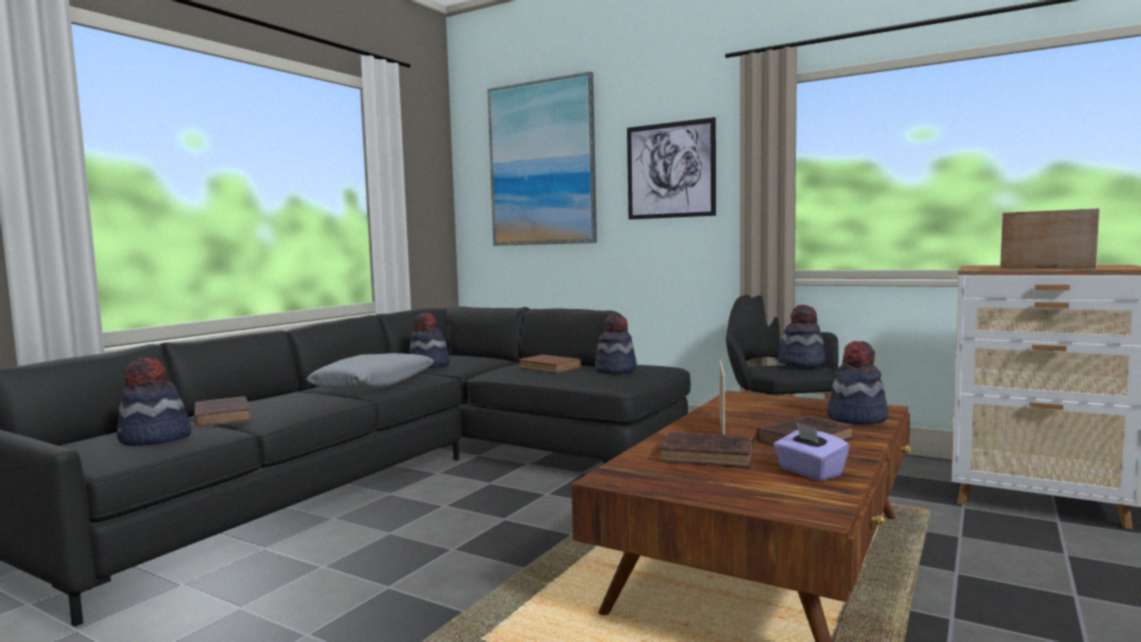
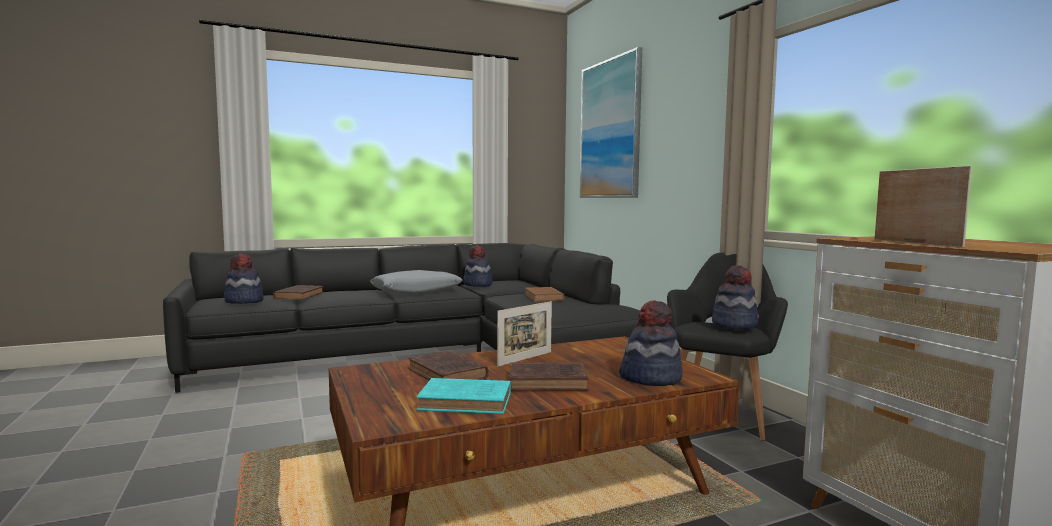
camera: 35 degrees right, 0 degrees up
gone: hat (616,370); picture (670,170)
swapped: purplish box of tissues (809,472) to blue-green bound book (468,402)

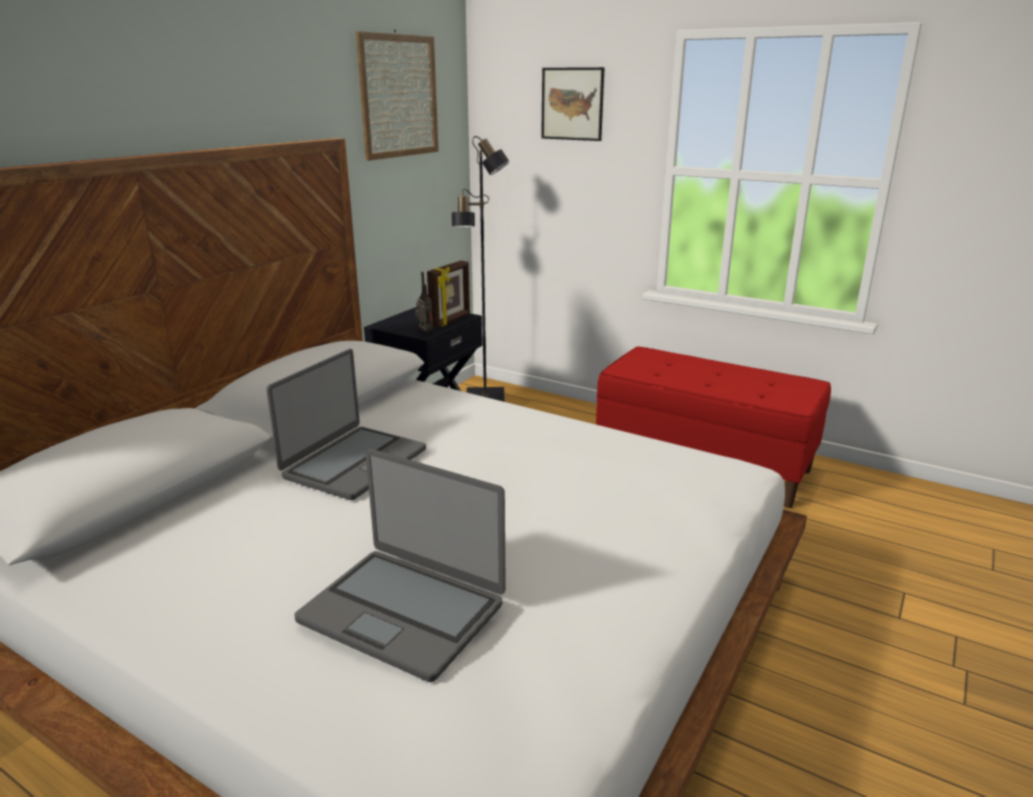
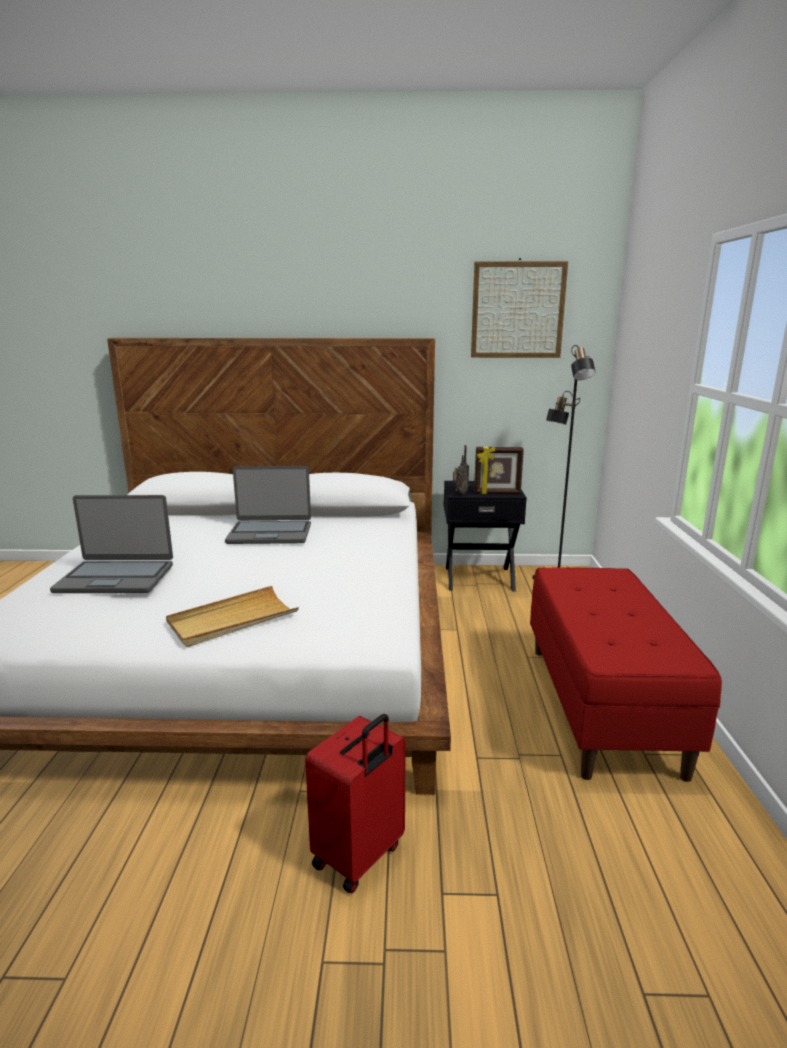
camera: 60 degrees right, 5 degrees down
gone: picture (572,104)
new: sand-coloured serving tray (232,620); red suitcase (359,856)
rotated: portable computer (403,611) = (116,578) 90 degrees counterclockwise

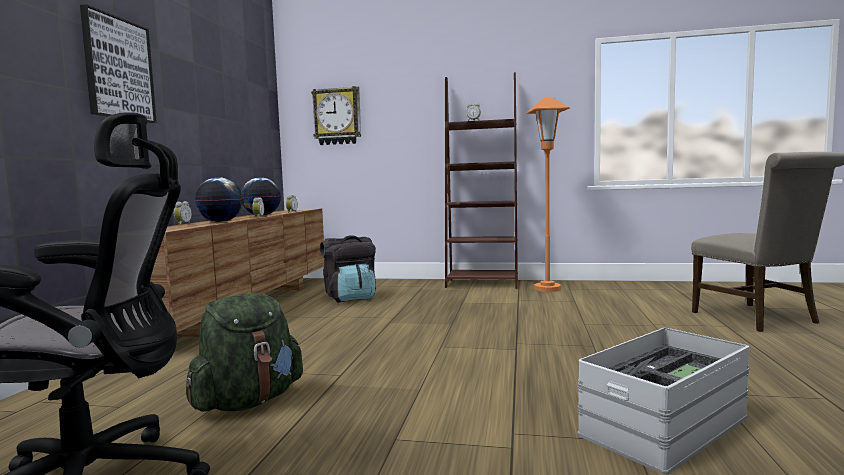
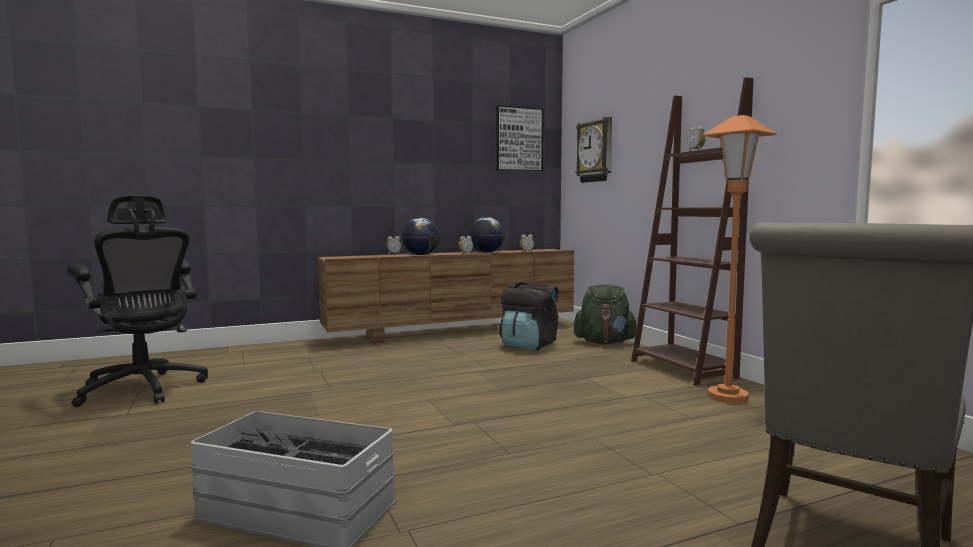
camera: 55 degrees right, 0 degrees up
shifted: picture (118,69) to (519,139); greenish knapsack (248,401) to (604,342)

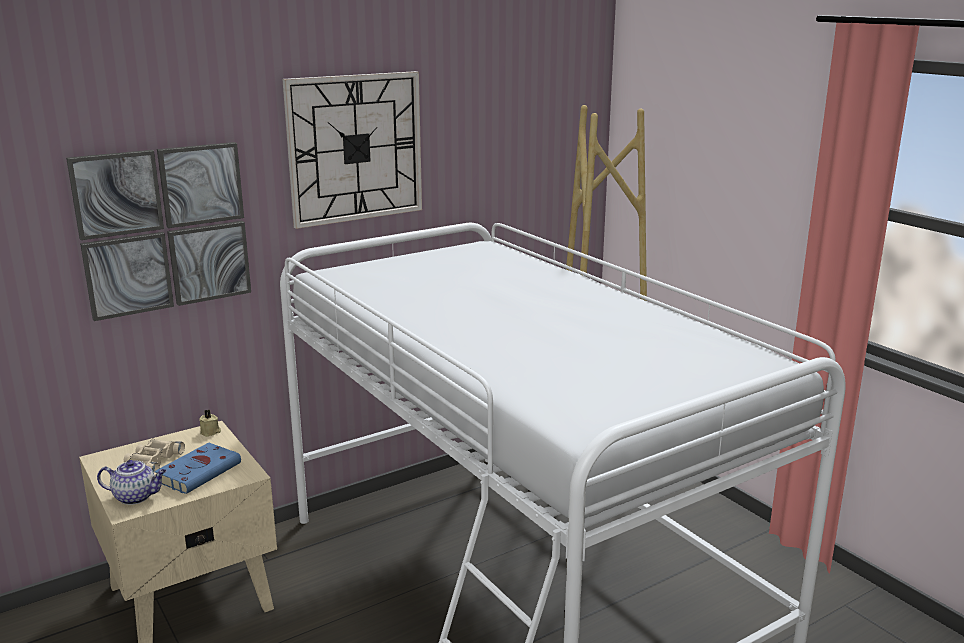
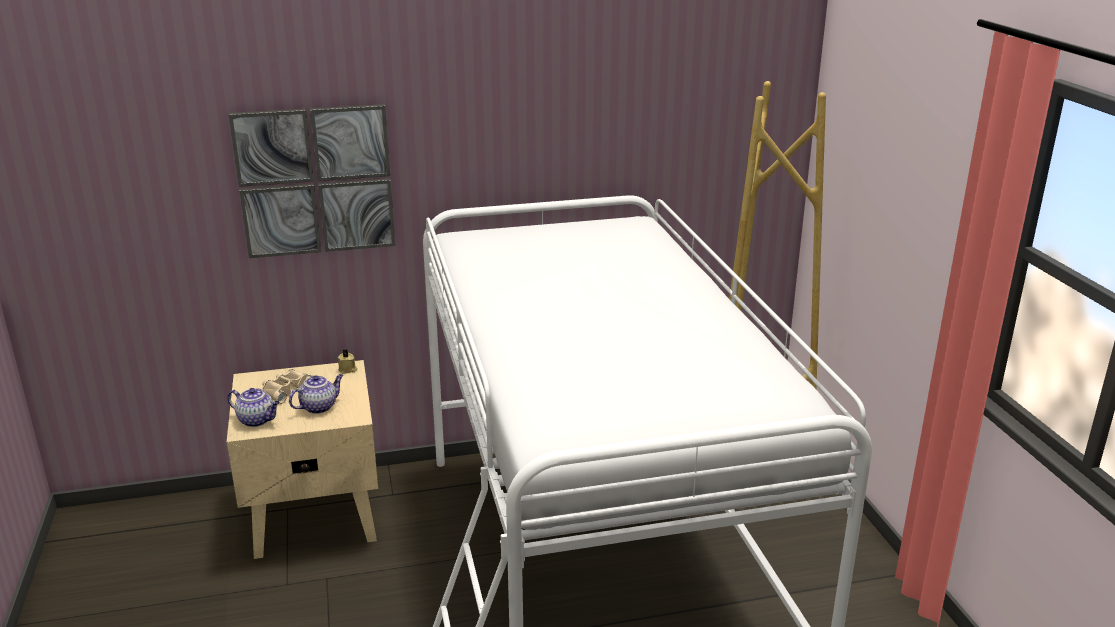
camera: 20 degrees right, 5 degrees up
gone: clock on the wall (355,148)
swapped: bluish bound book (200,471) to pot for tea (319,407)

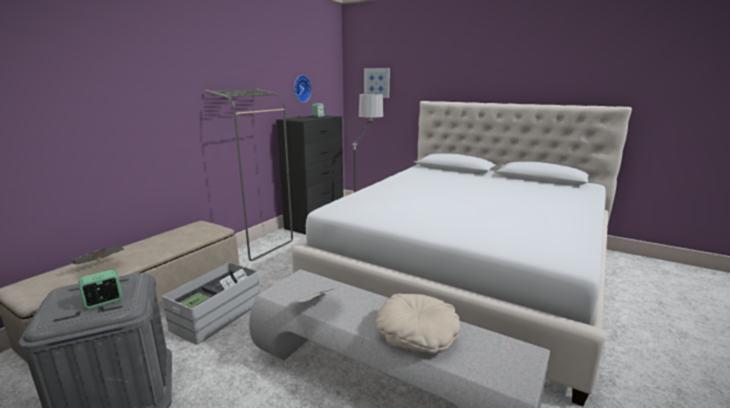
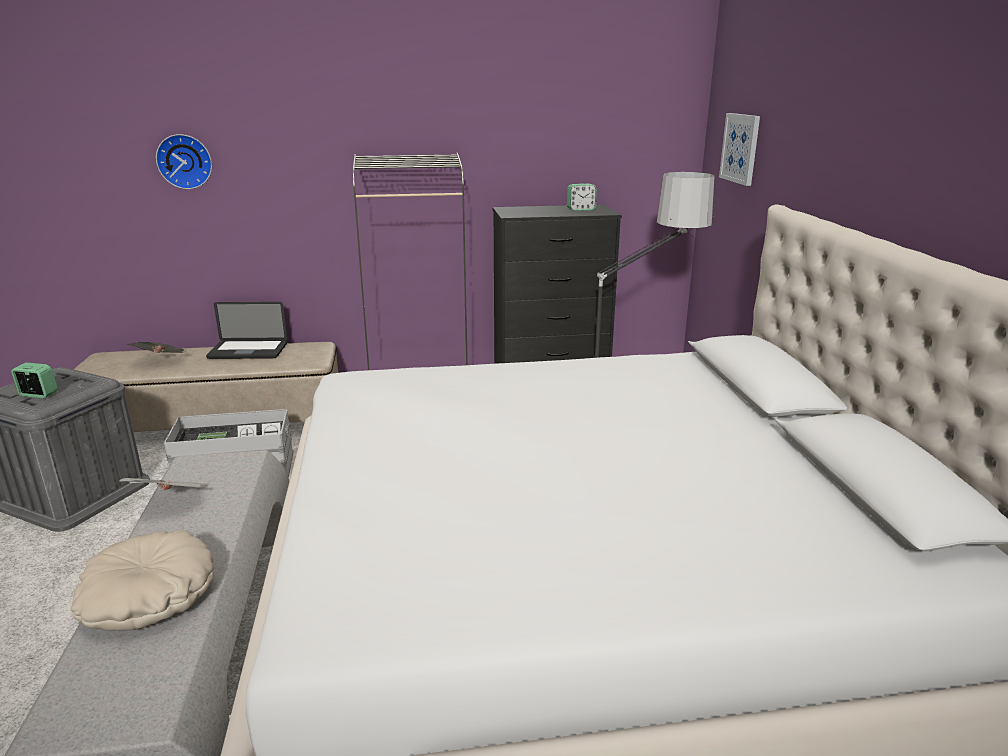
camera: 50 degrees right, 5 degrees up
new: portable computer (248,351)
shifted: clock on the wall (301,88) to (185,161)

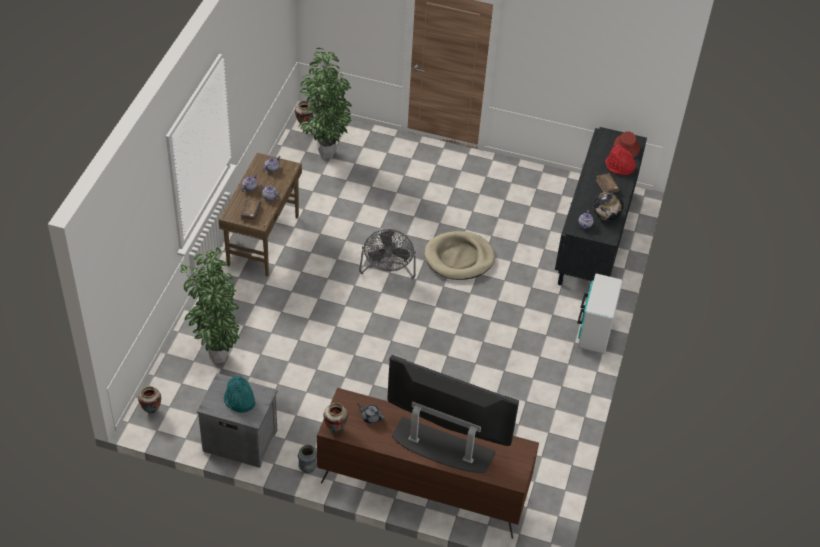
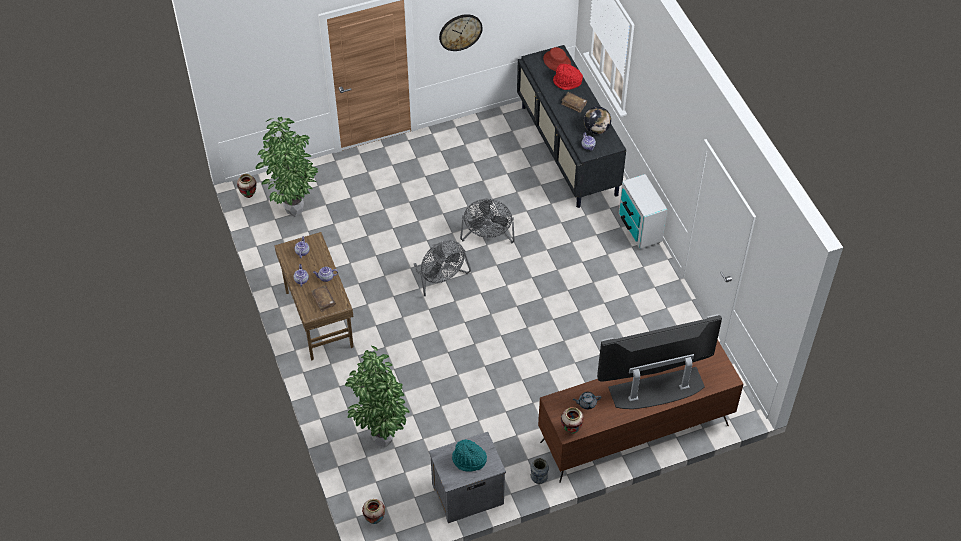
camera: 35 degrees left, 5 degrees up
new: clock on the wall (460,32)
swapped: sand-coloured dog cushion (459,258) to grey fan (486,233)

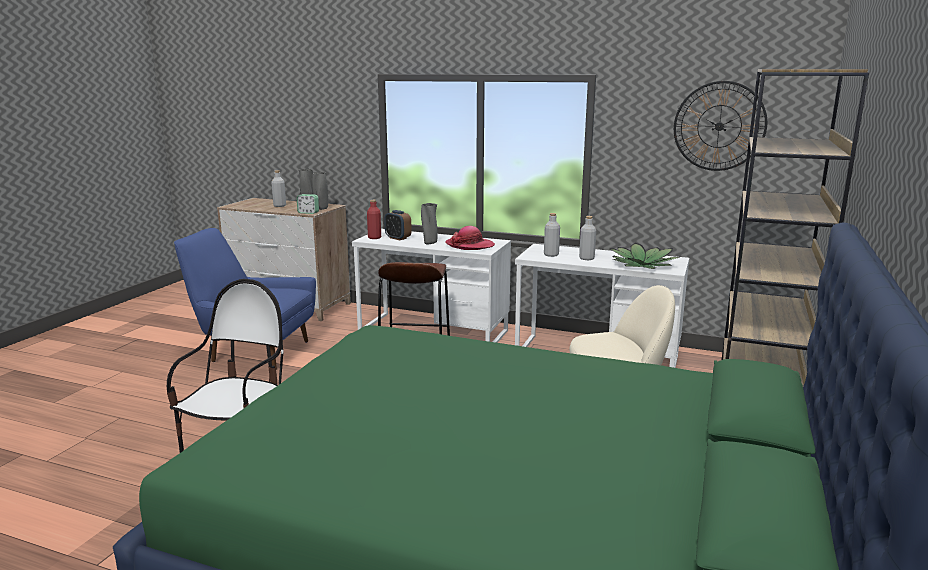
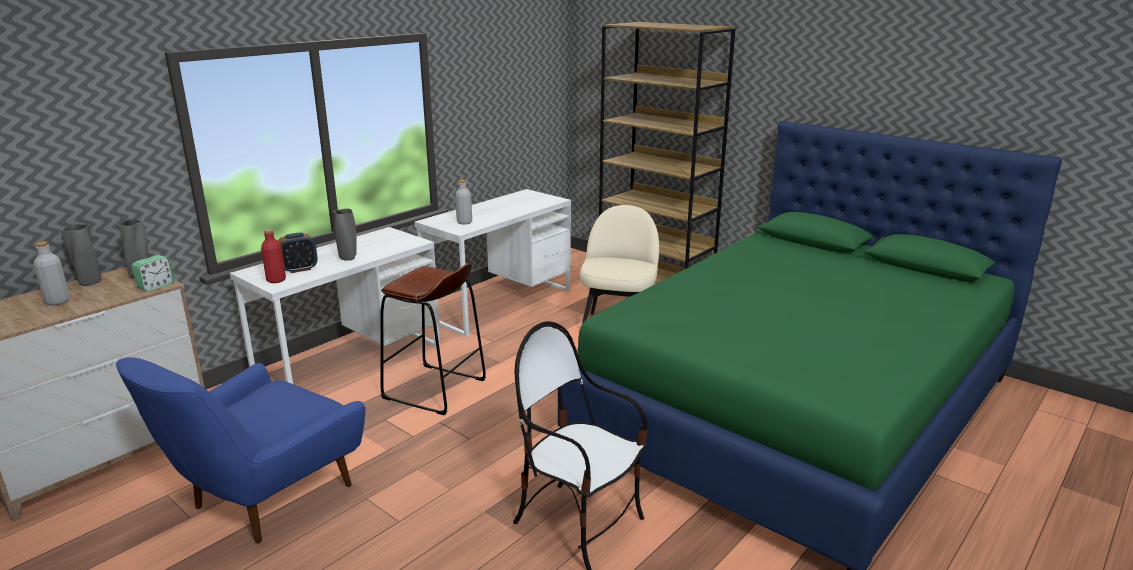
camera: 70 degrees left, 5 degrees up
gone: hat (470,245); grey drink bottle (586,258); houseplant (642,265); clock on the wall (719,126)

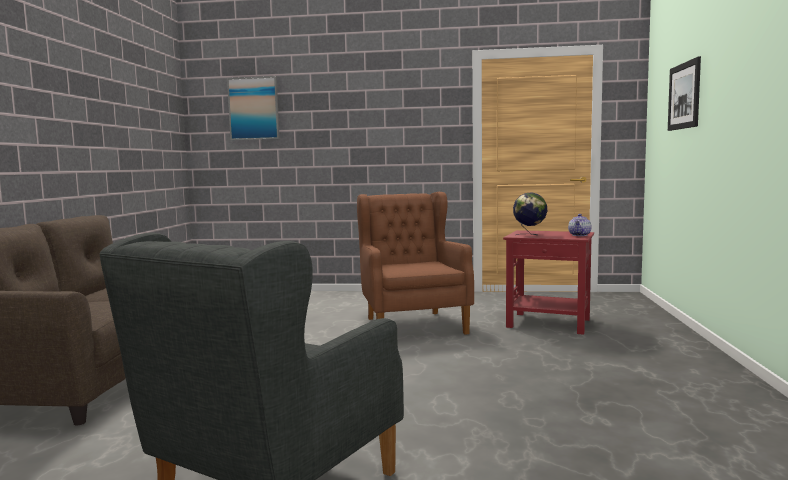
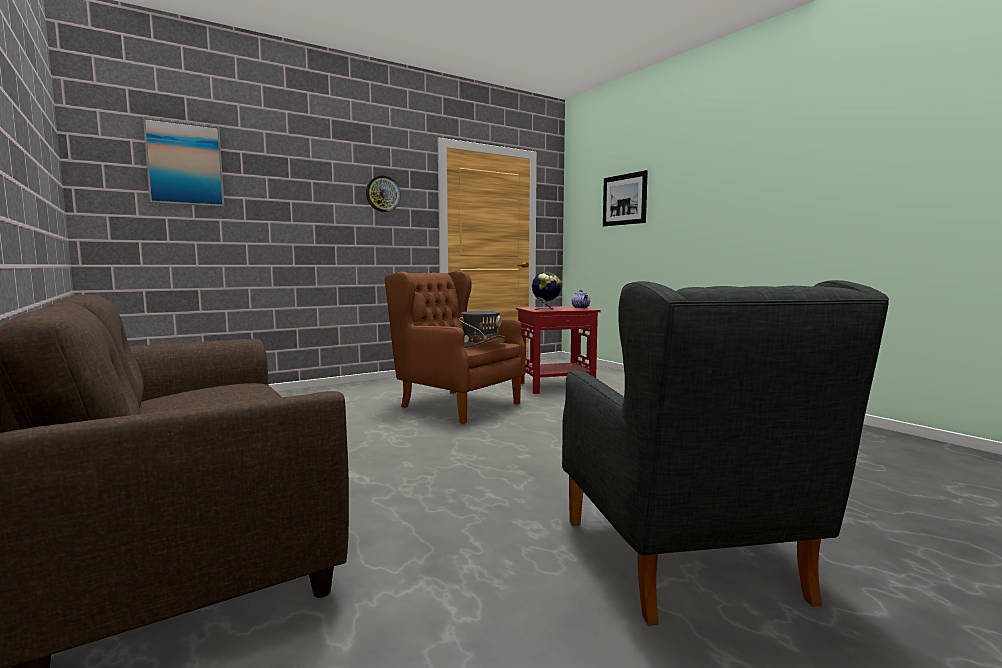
camera: 40 degrees left, 0 degrees up
new: clock on the wall (383,194); grey hat (480,344)

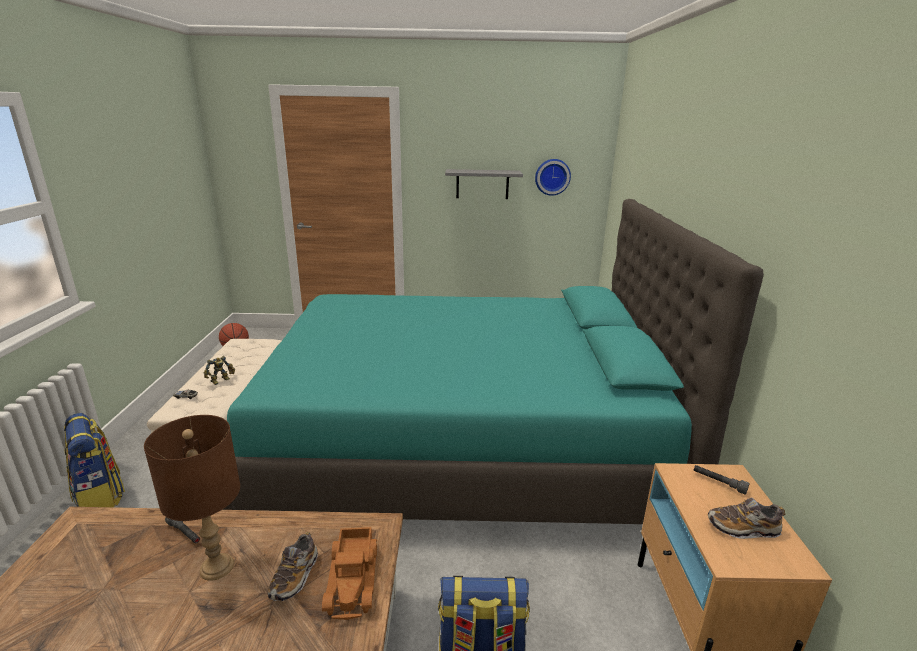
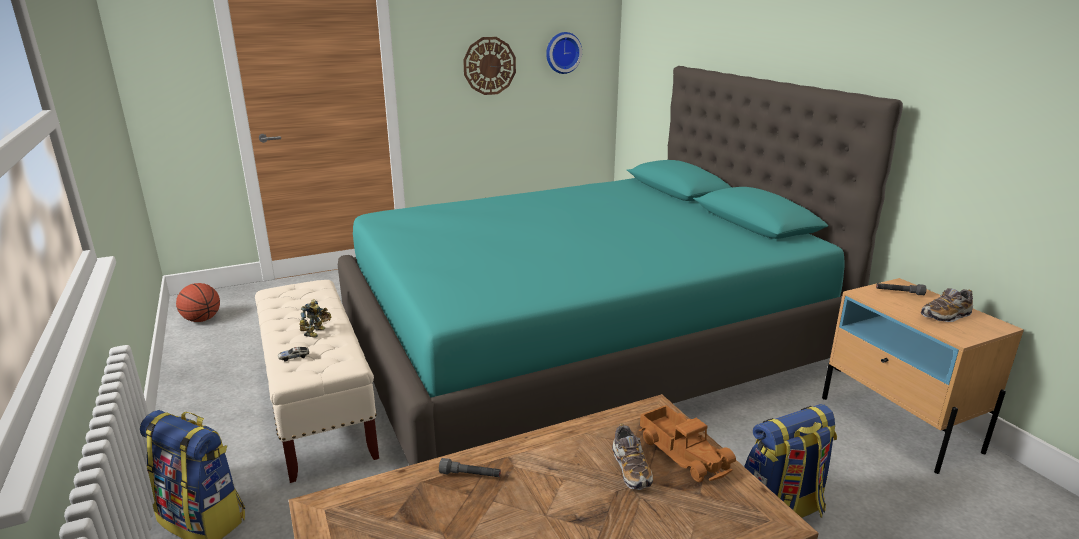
camera: 25 degrees left, 0 degrees up
gone: brown table lamp (217,567)
swapped: grey bracket shelf (482,184) to clock on the wall (489,66)

